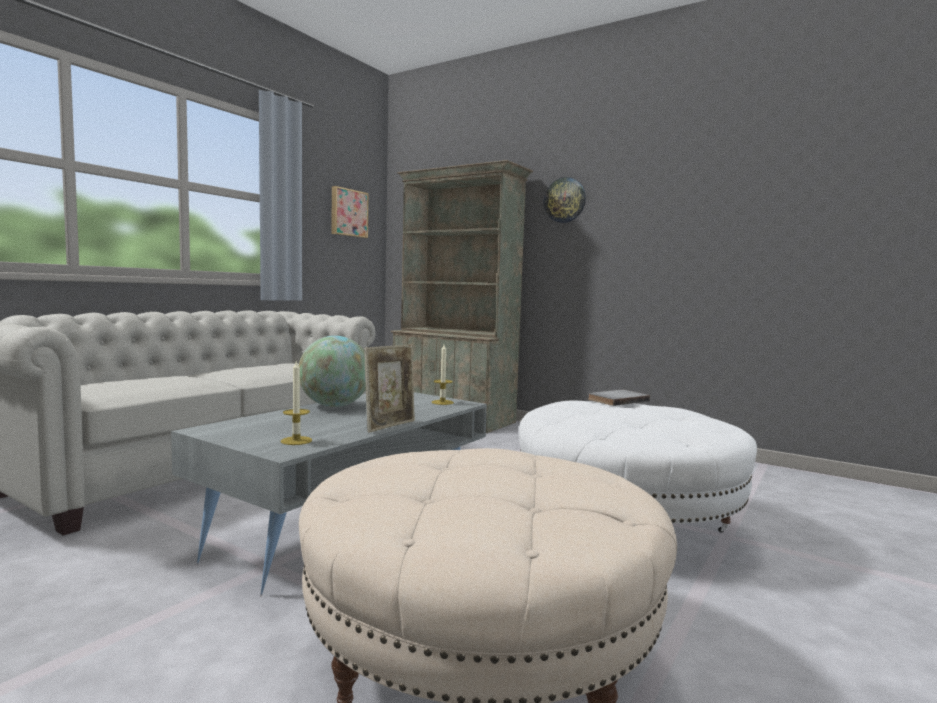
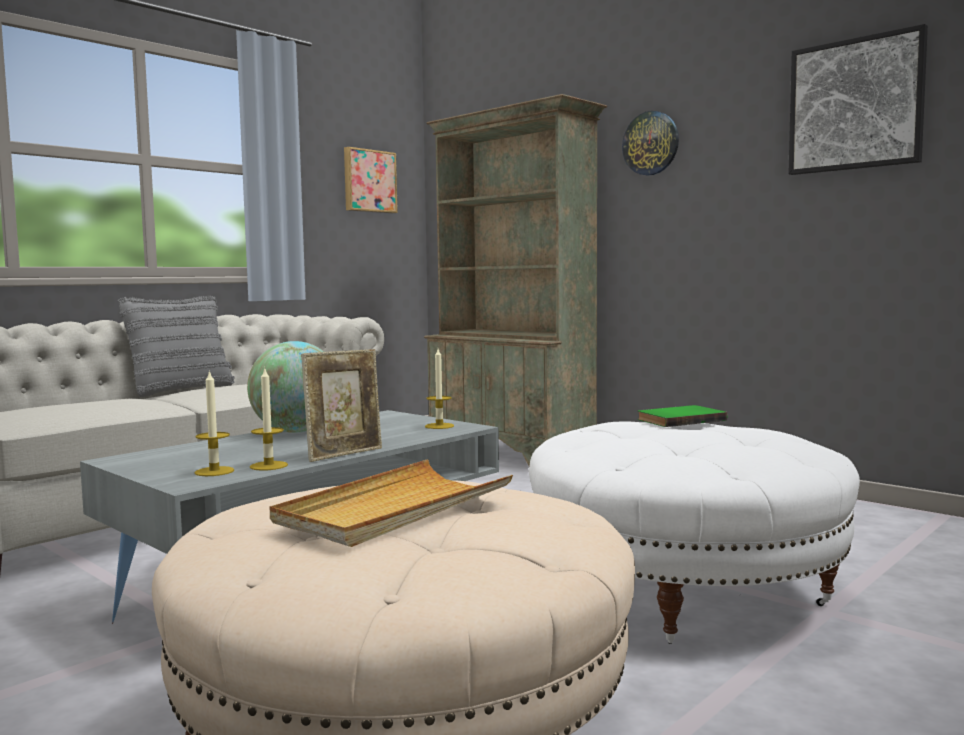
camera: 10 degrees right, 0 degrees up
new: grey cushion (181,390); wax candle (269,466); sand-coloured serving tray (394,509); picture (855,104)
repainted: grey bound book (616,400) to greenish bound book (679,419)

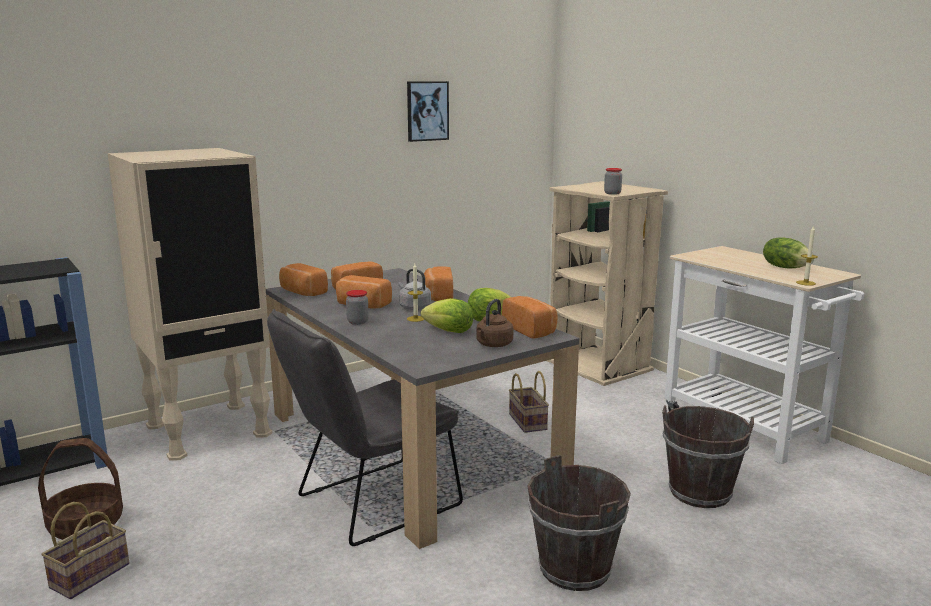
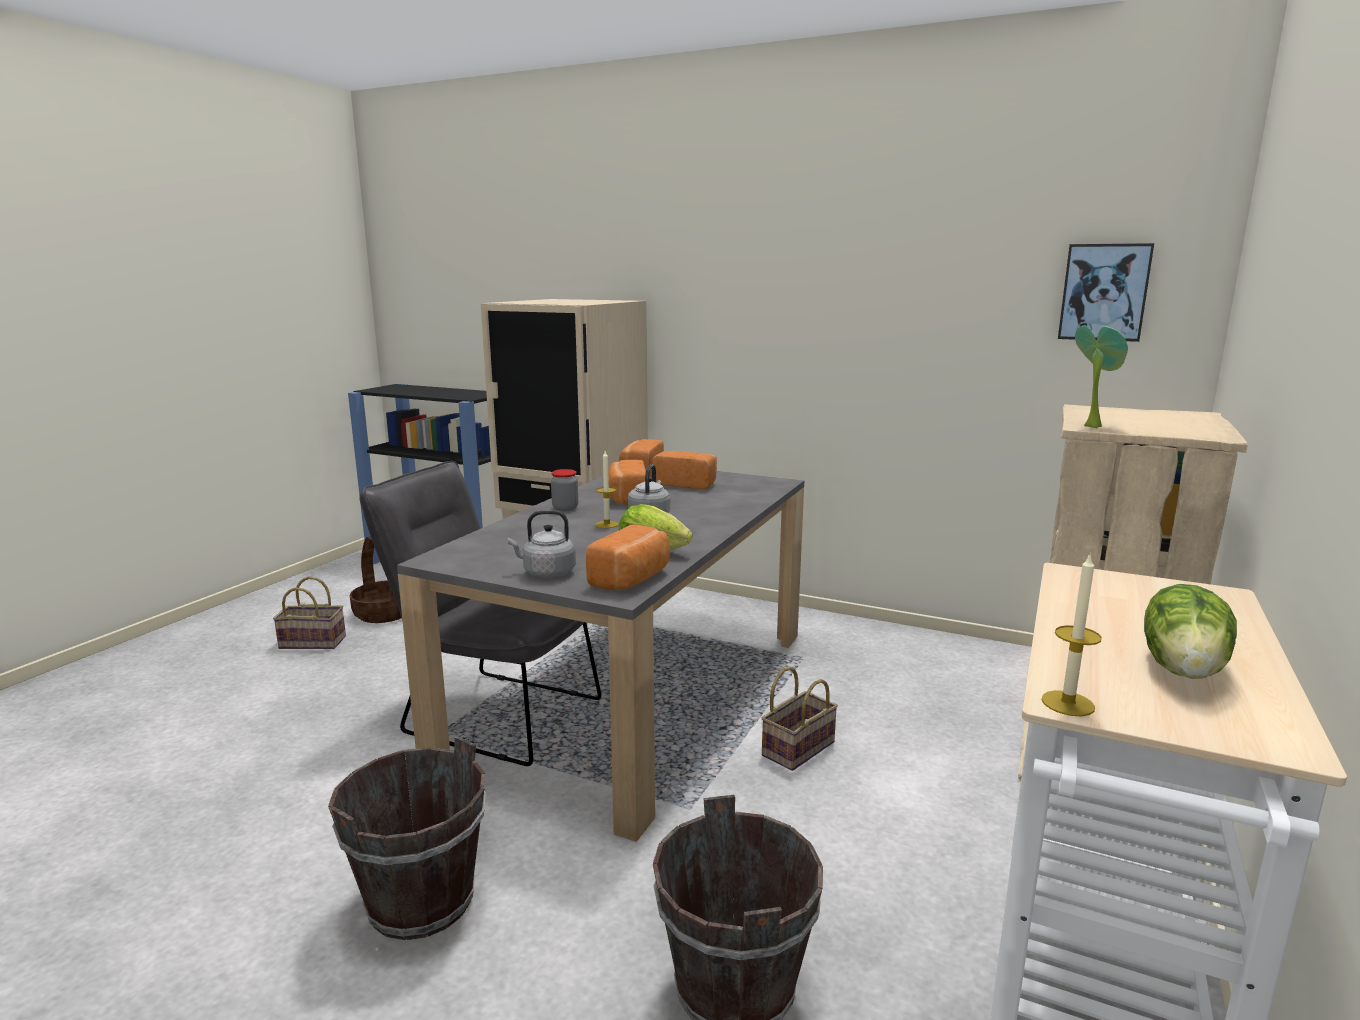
camera: 60 degrees right, 0 degrees up
gone: head of lettuce (448,331); baked bread (437,296)
shifted: picture (427,111) to (1104,292)
swapped: preserve jar (612,193) to houseplant (1091,426)
repainted: brown tea kettle (493,345) to grey tea kettle (546,573)

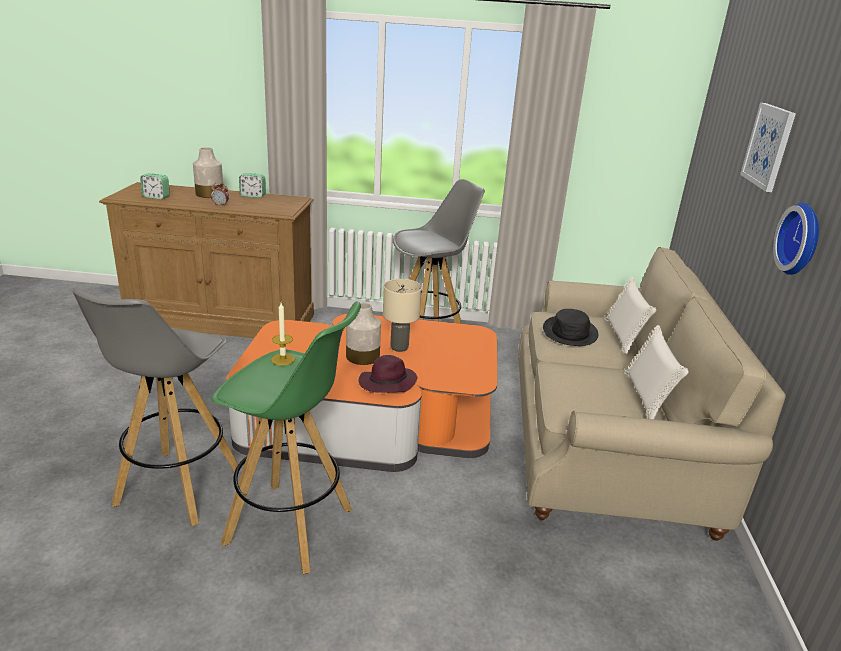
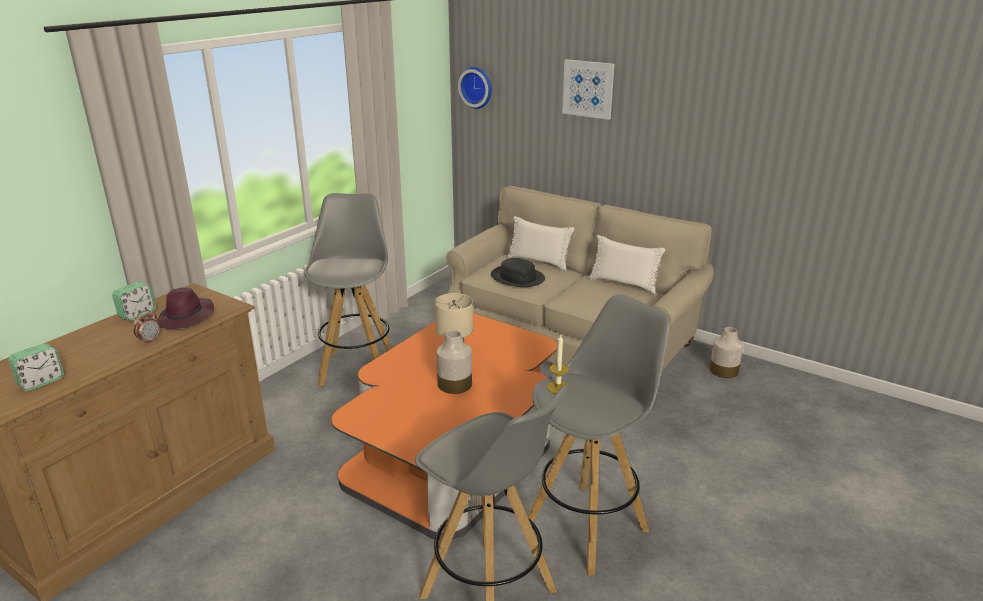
camera: 60 degrees left, 0 degrees up
shifted: purplish hat (387,383) to (185,318); clock on the wall (802,239) to (477,87); sand-coloured decorative vase (210,194) to (724,370)
repainted: greenish stool (291,527) to grey stool (589,527)

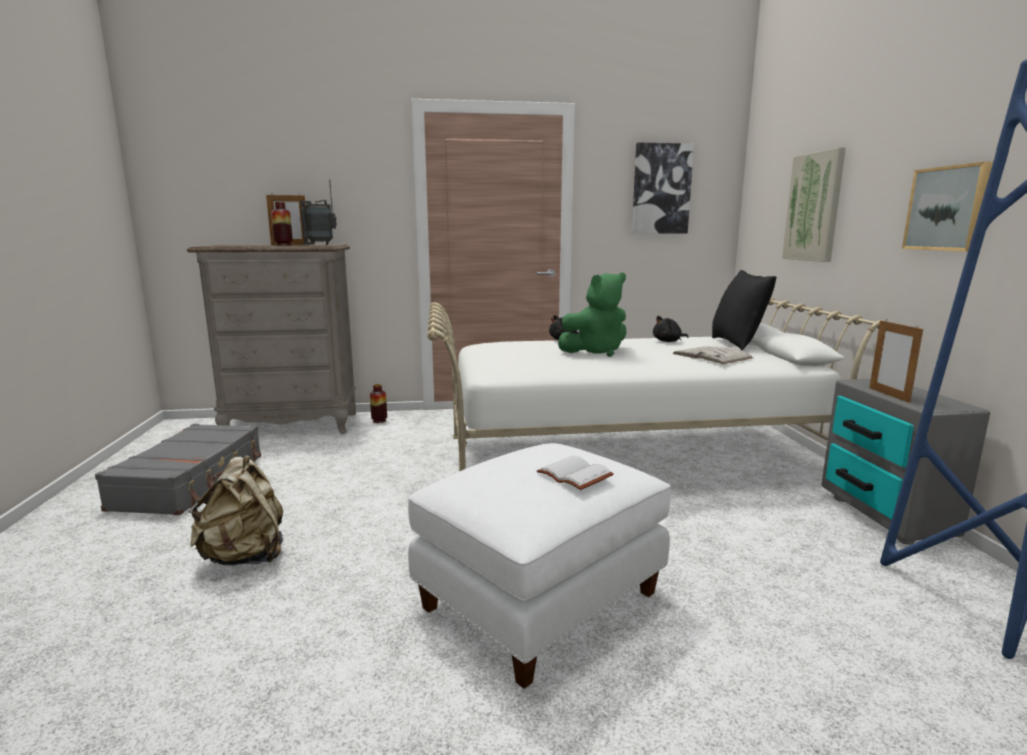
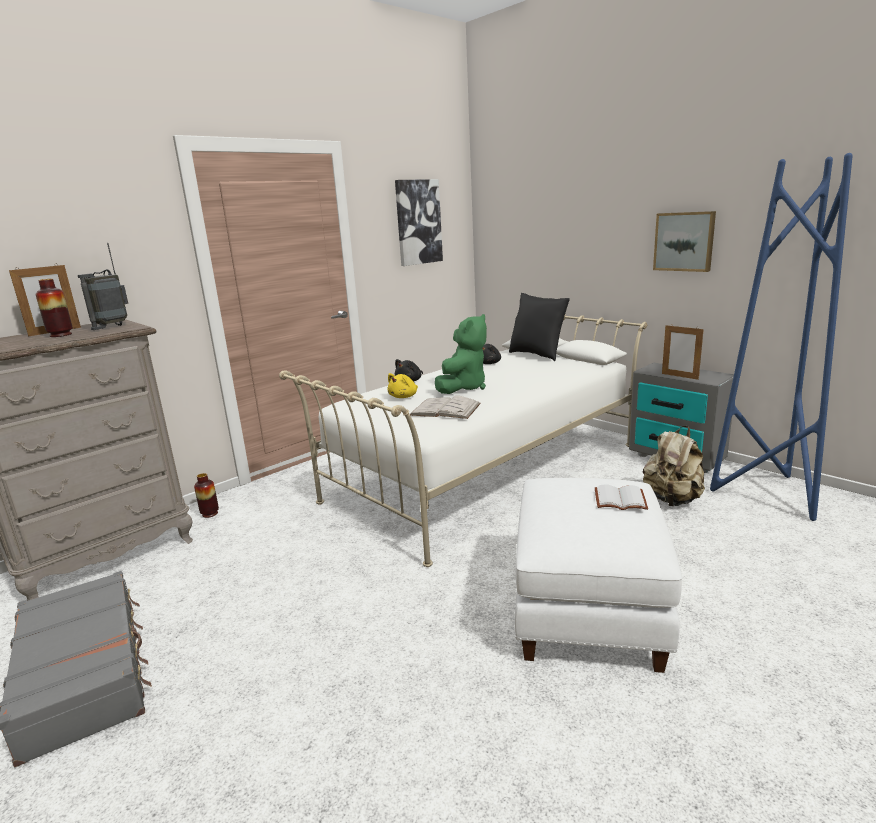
camera: 35 degrees left, 5 degrees up
gone: picture (814,207)
new: yellowish plush toy (404,397)
shifted: white bound book (712,356) to (445,409); sand-coloured knapsack (245,557) to (672,500)

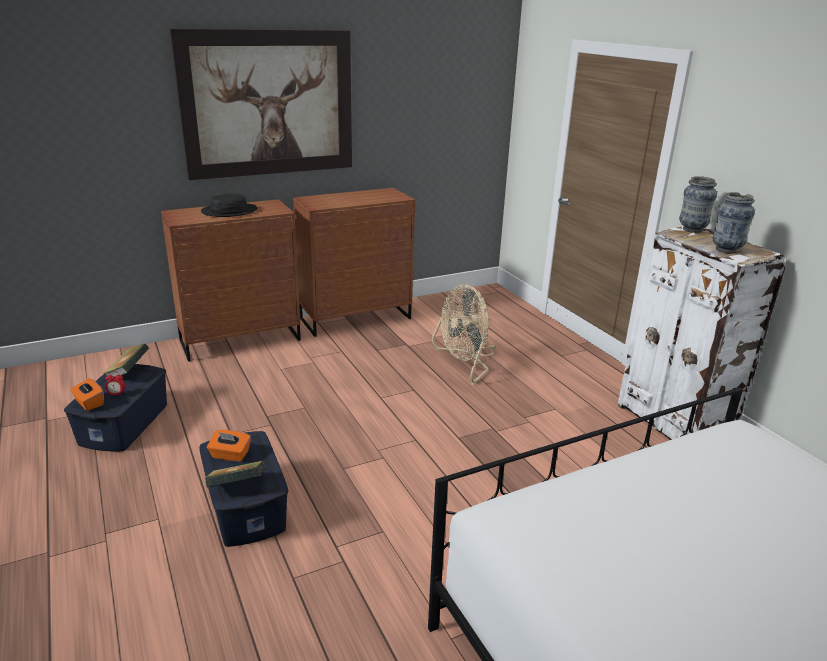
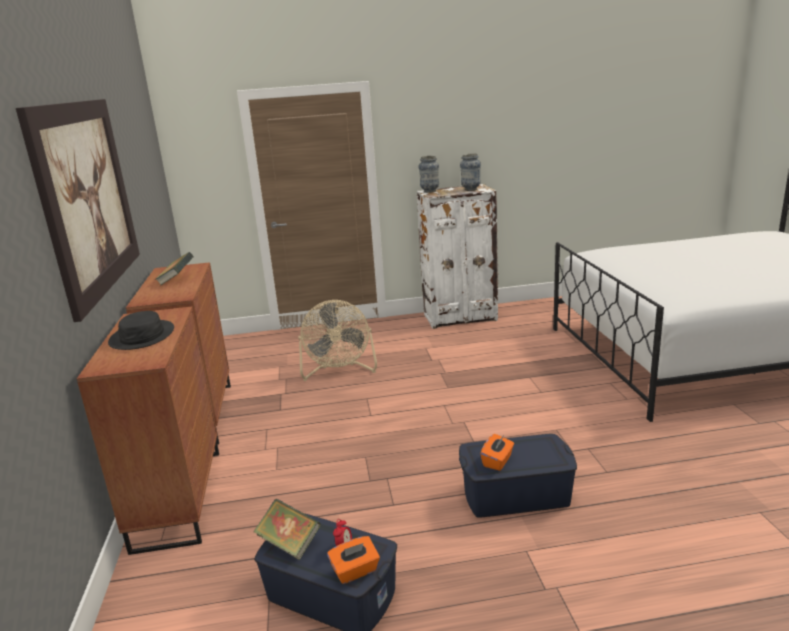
camera: 70 degrees left, 5 degrees down
shifted: bound book (237,487) to (177,280)

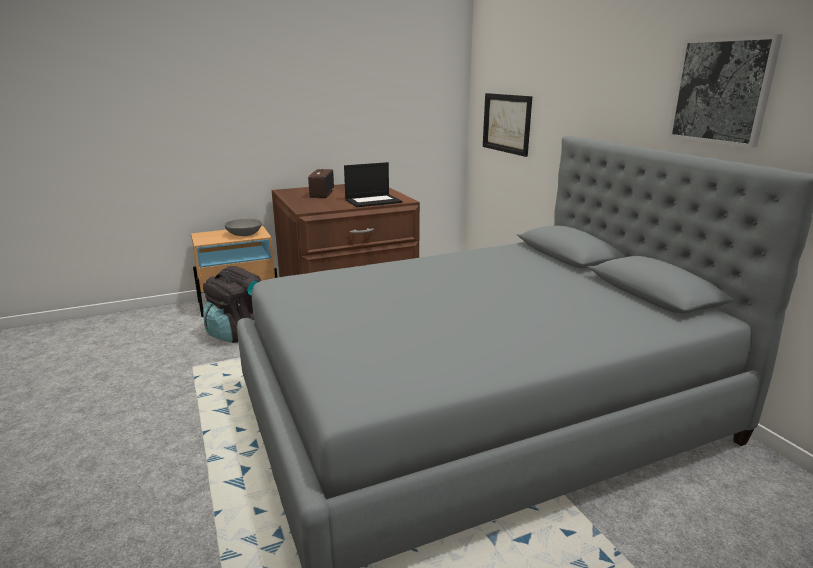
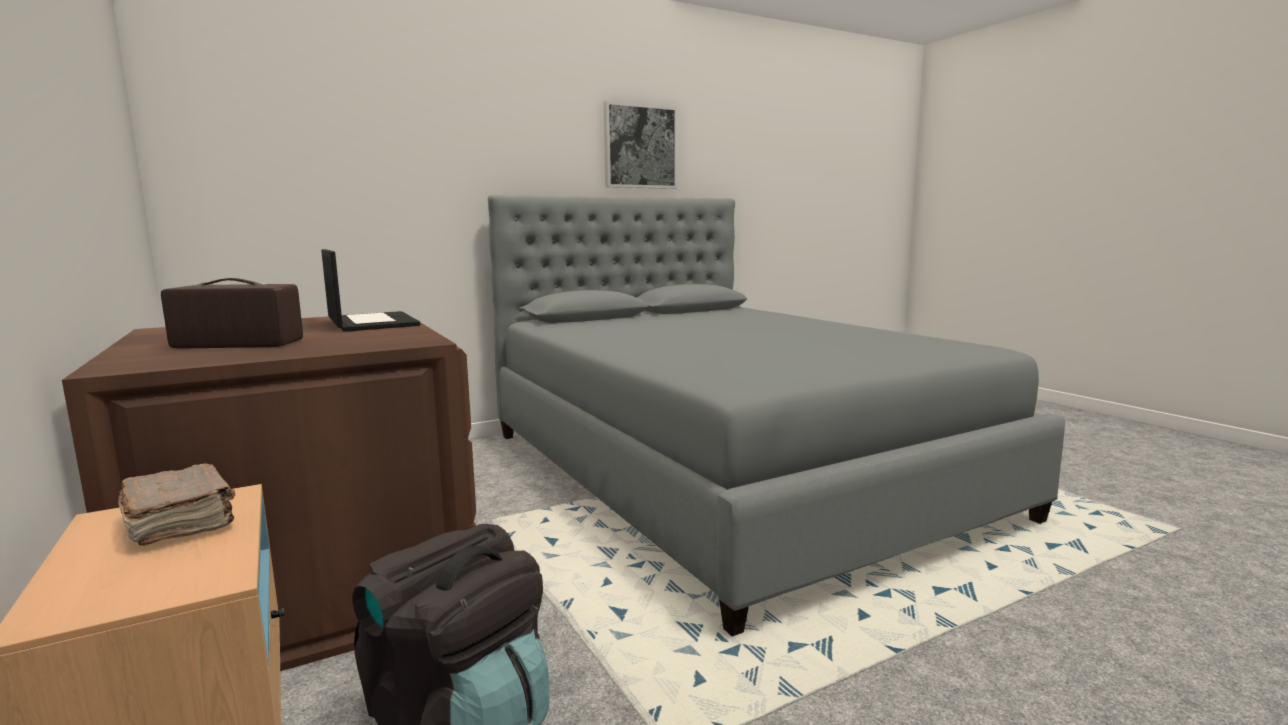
camera: 95 degrees left, 10 degrees down
gone: picture (507,123)
swapped: grey serving bowl (244,234) to brown bound book (181,523)

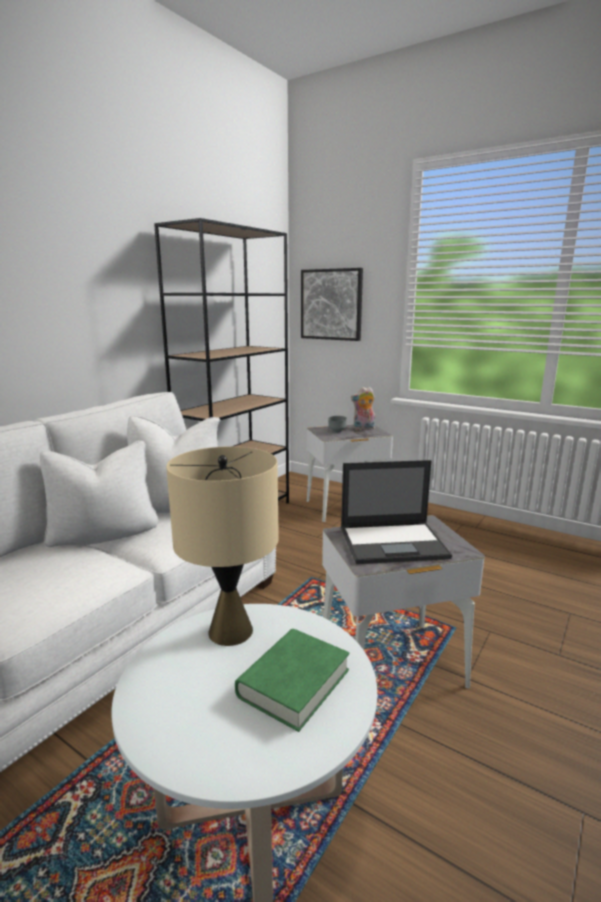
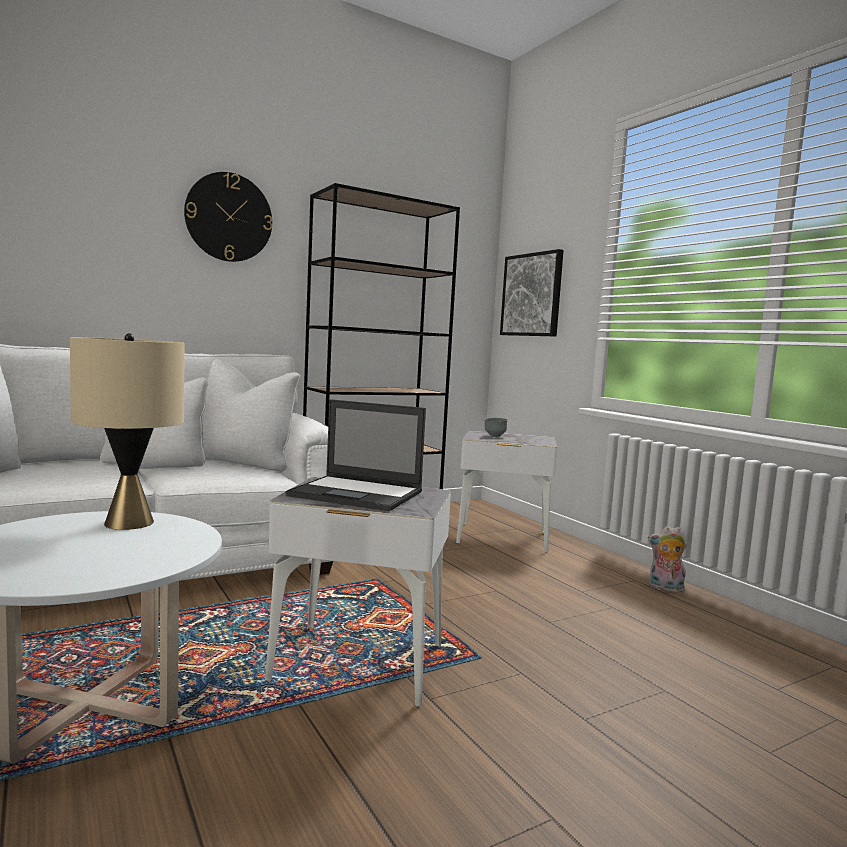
camera: 25 degrees right, 10 degrees down
gone: greenish bound book (294,683)
new: clock on the wall (229,217)
shifted: plush toy (363,429) to (665,588)

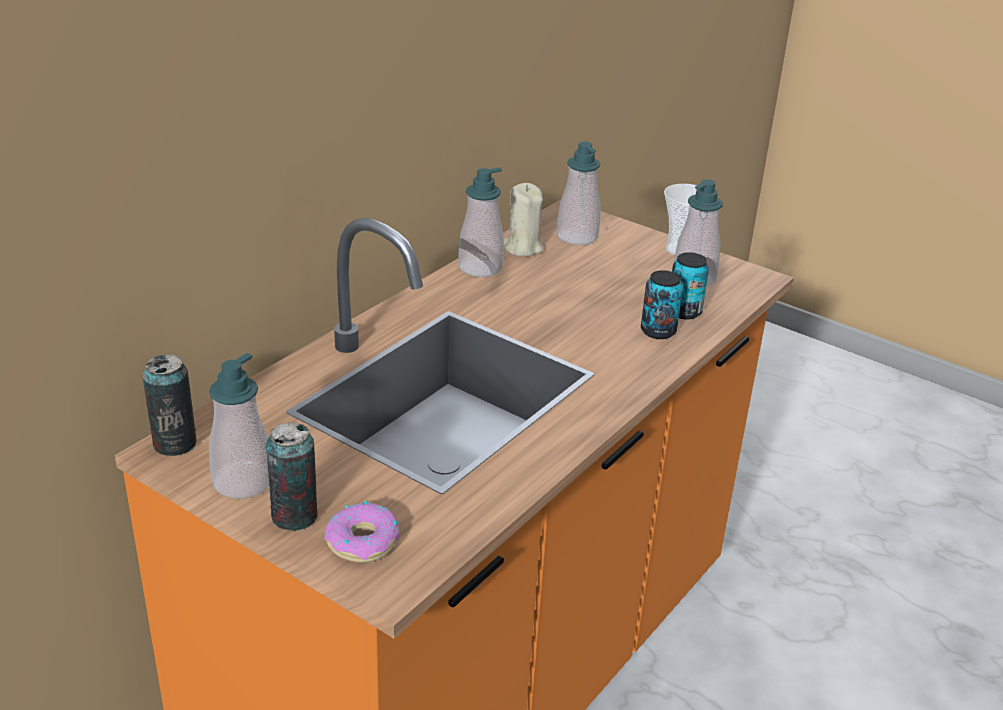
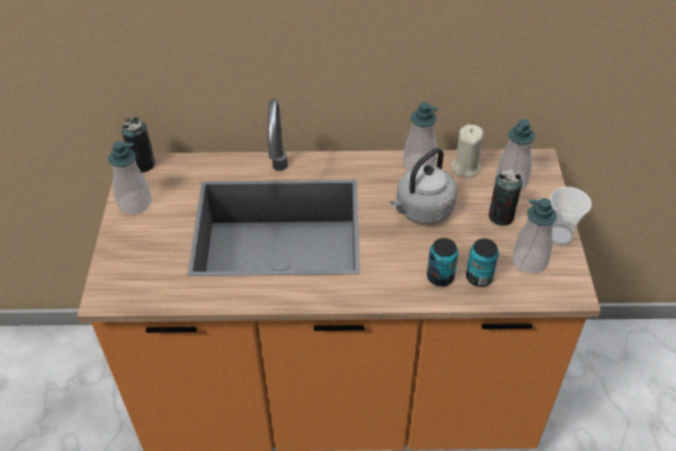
camera: 55 degrees right, 15 degrees up
gone: donut (363,542)
new: grey tea kettle (422,210)
shifted: metal can (295,516) to (501,217)

